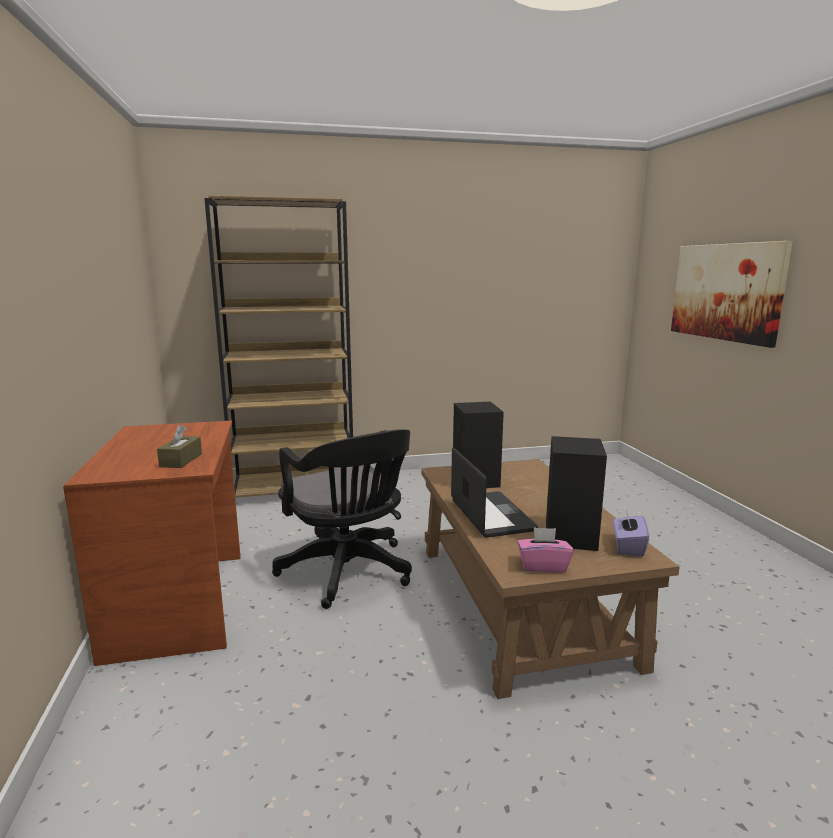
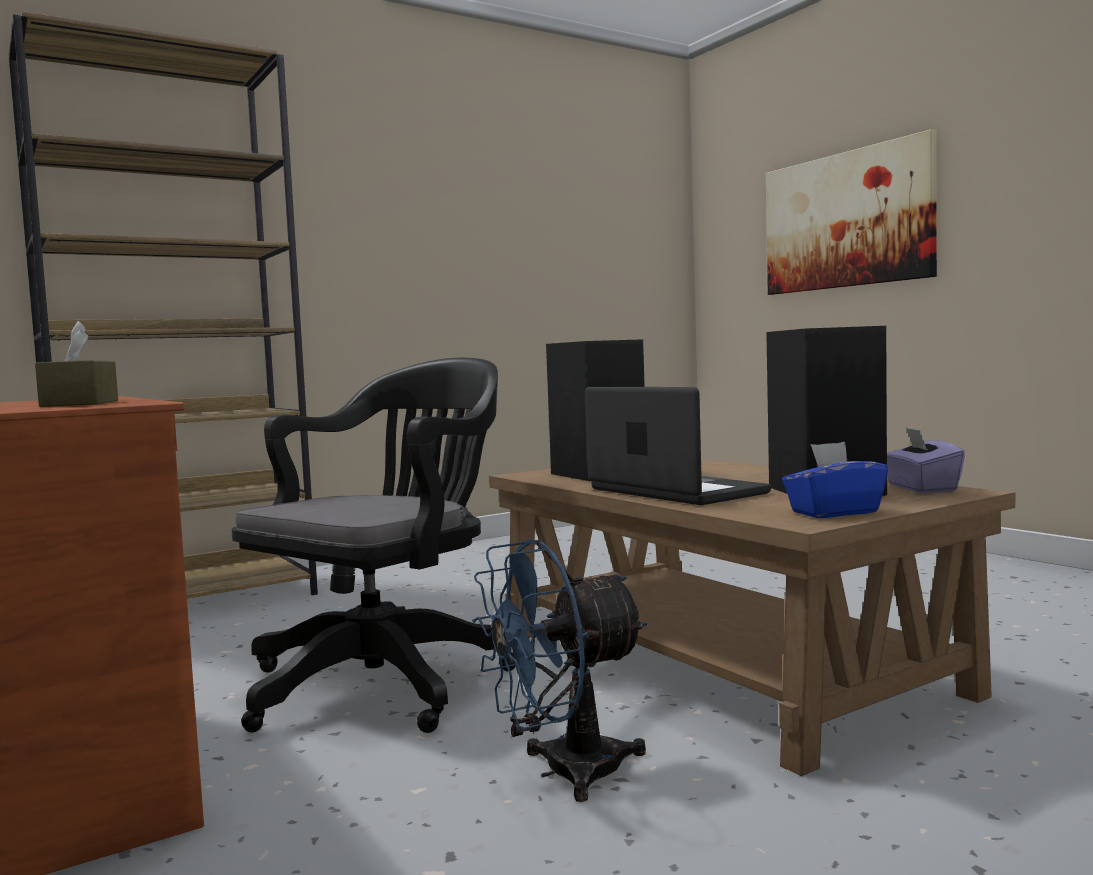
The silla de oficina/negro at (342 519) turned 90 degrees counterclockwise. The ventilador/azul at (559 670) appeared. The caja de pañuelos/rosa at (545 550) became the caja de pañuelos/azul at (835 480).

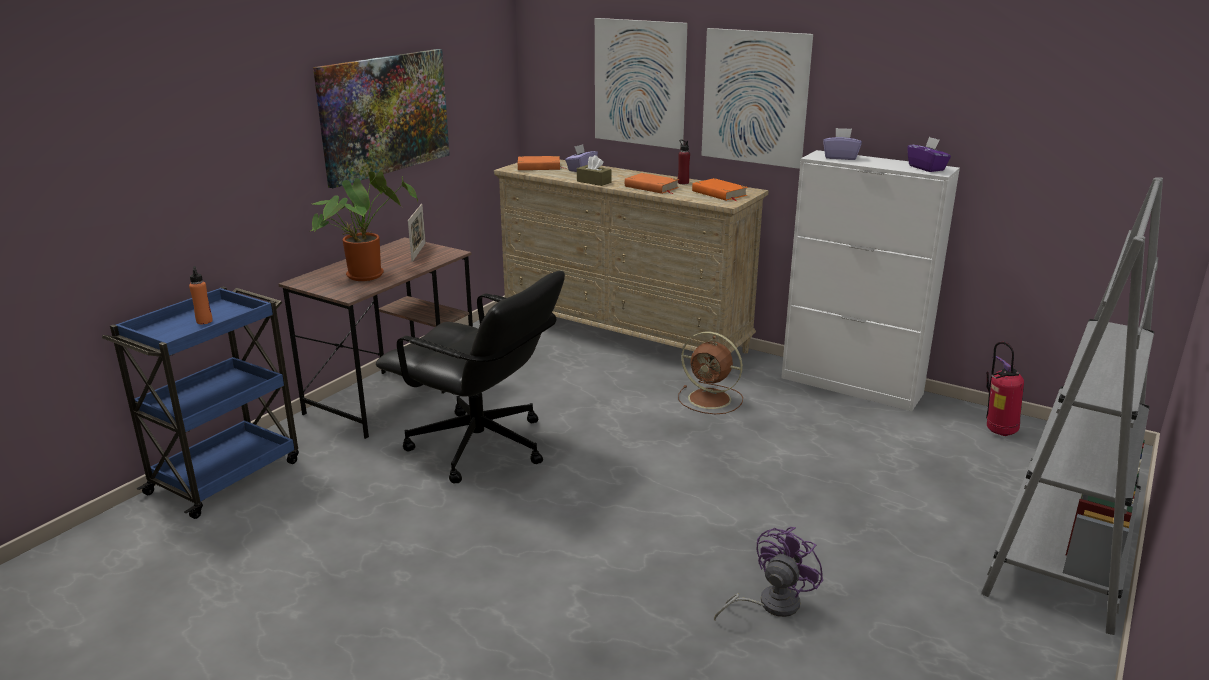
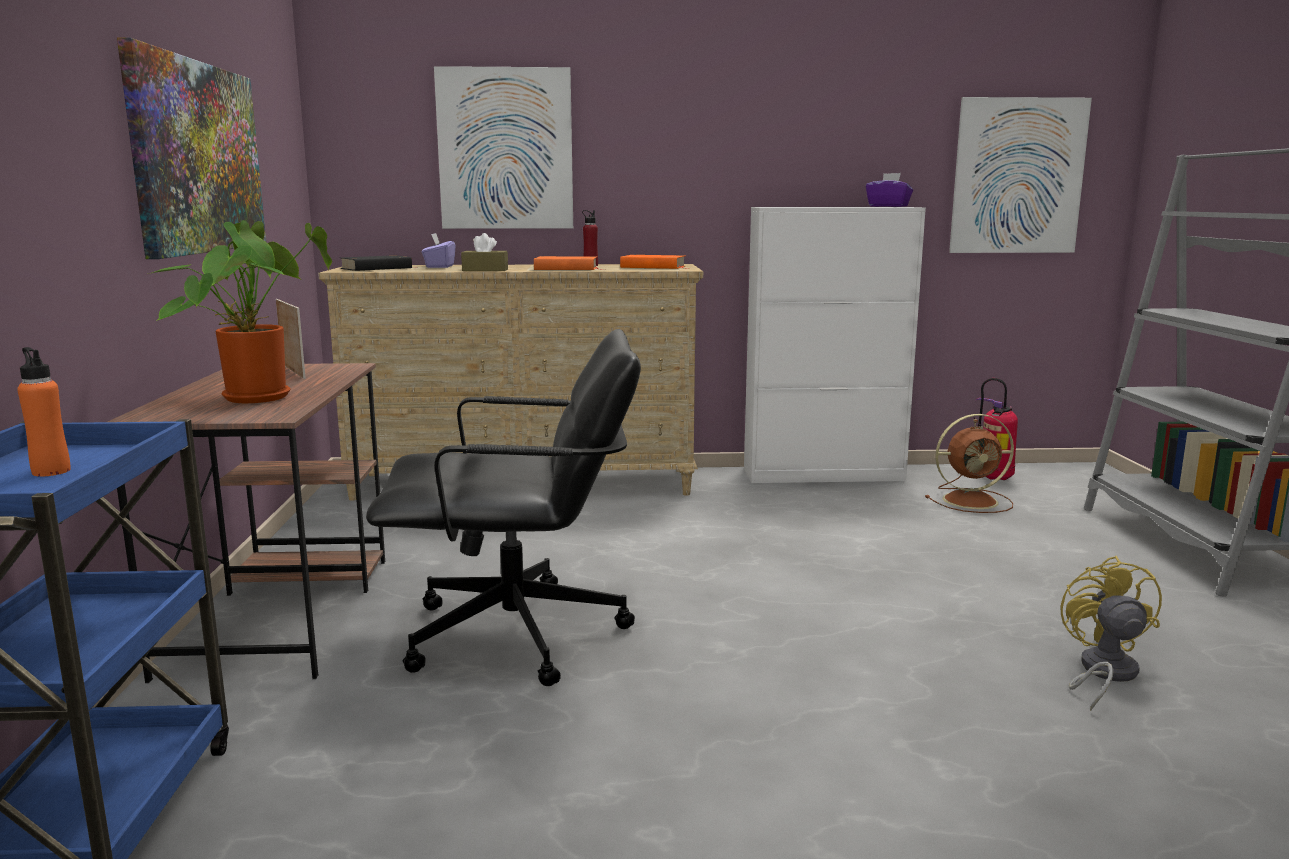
The libro/naranja at (540 163) became the libro/negro at (376 263). The ventilador/marrón moved from (710 373) to (969 463). The cuadro moved from (757 98) to (1020 175). The ventilador/morado at (768 573) became the ventilador/amarillo at (1111 633). The caja de pañuelos/morado at (842 144) disappeared.

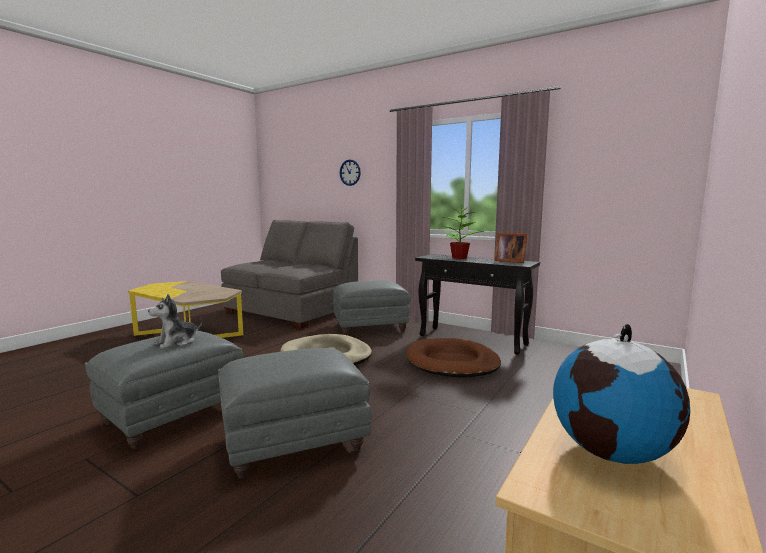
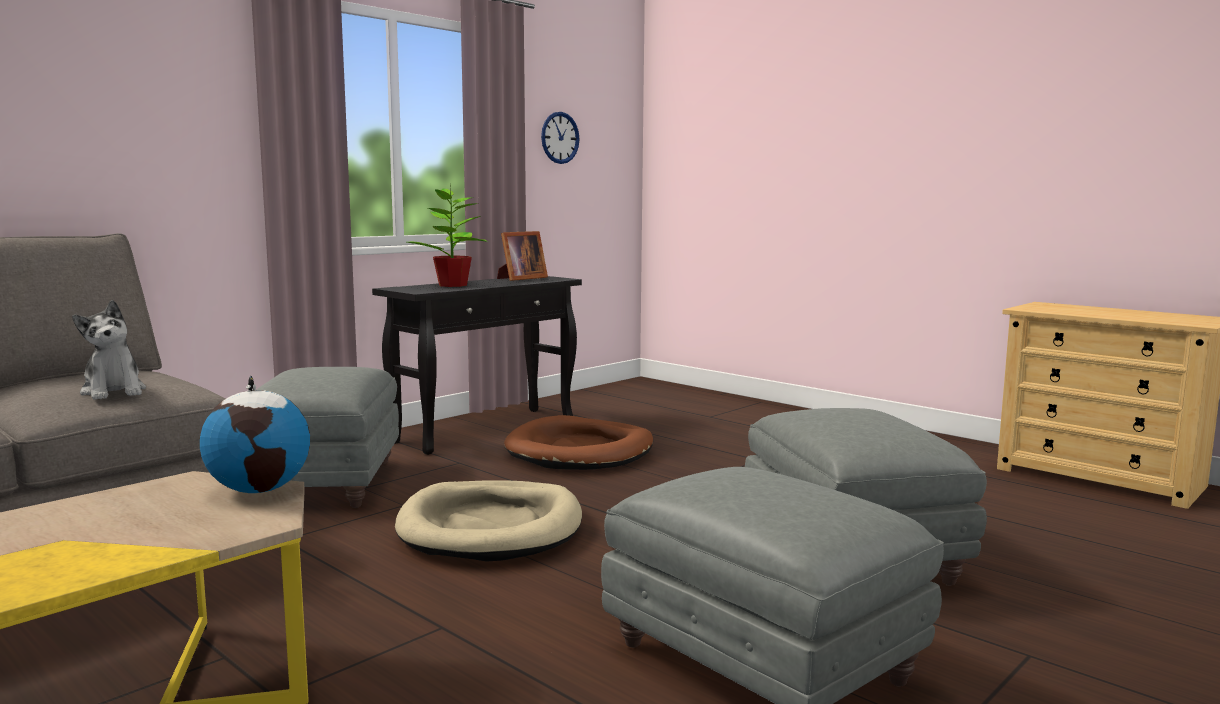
The peluche moved from (175 321) to (109 350). The globo terráqueo moved from (621 394) to (255 434). The reloj de pared moved from (350 172) to (560 138).

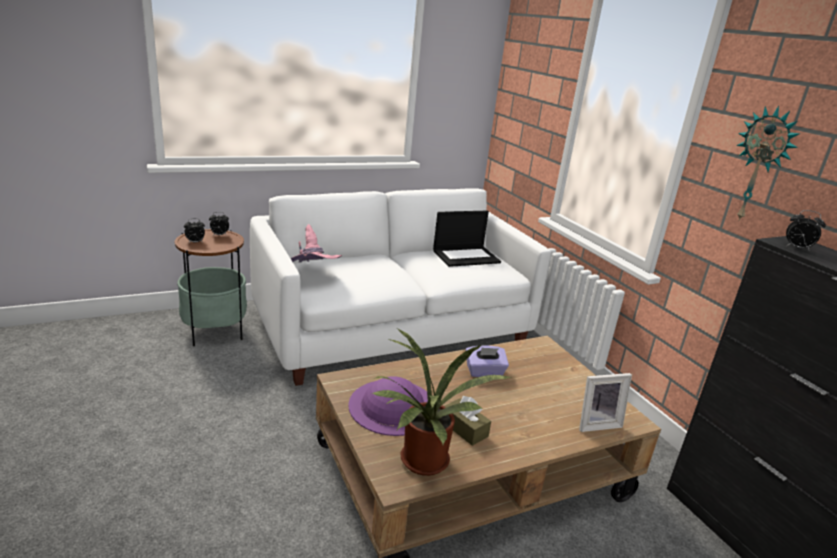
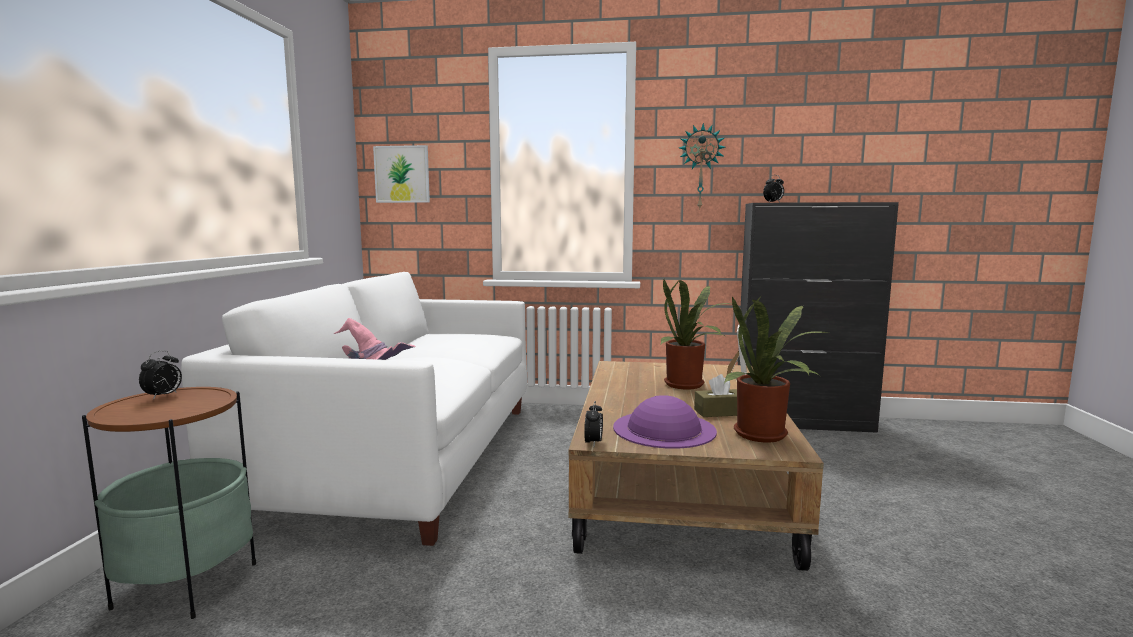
The cuadro at (401 174) appeared. The despertador moved from (194 230) to (593 423). The planta en maceta at (696 334) appeared. The portátil at (467 238) disappeared. The caja de pañuelos/morado at (487 361) disappeared.

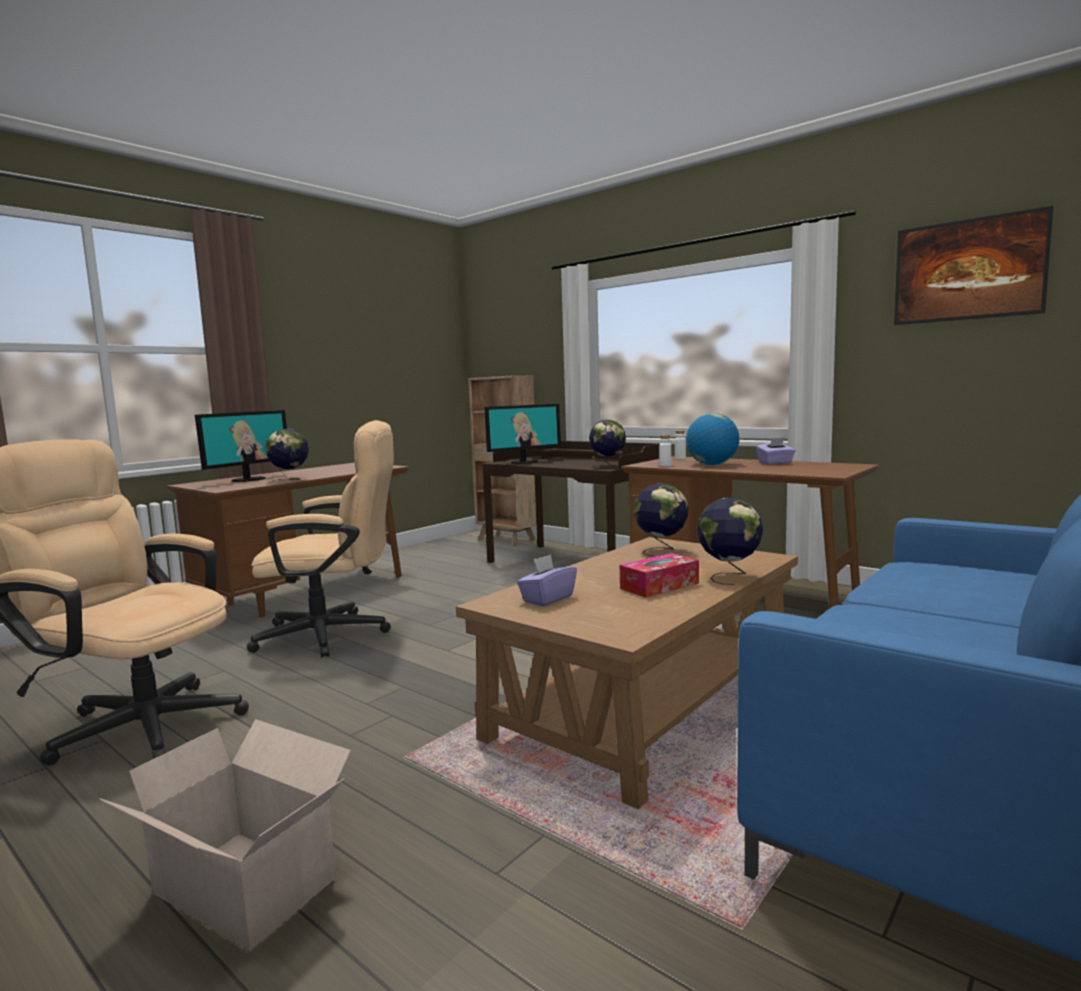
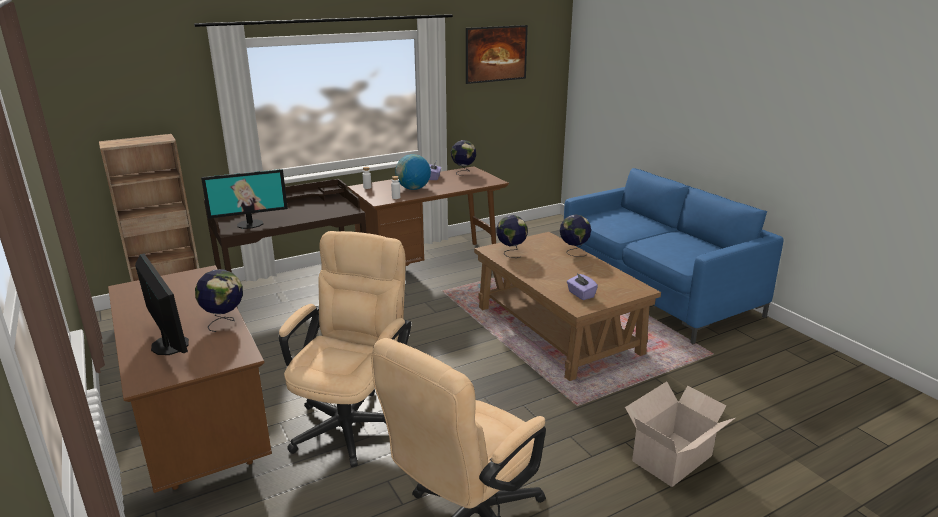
The monitor at (522 434) turned 75 degrees clockwise. The globo terráqueo moved from (607 444) to (463 158). The caja de pañuelos at (659 575) disappeared.

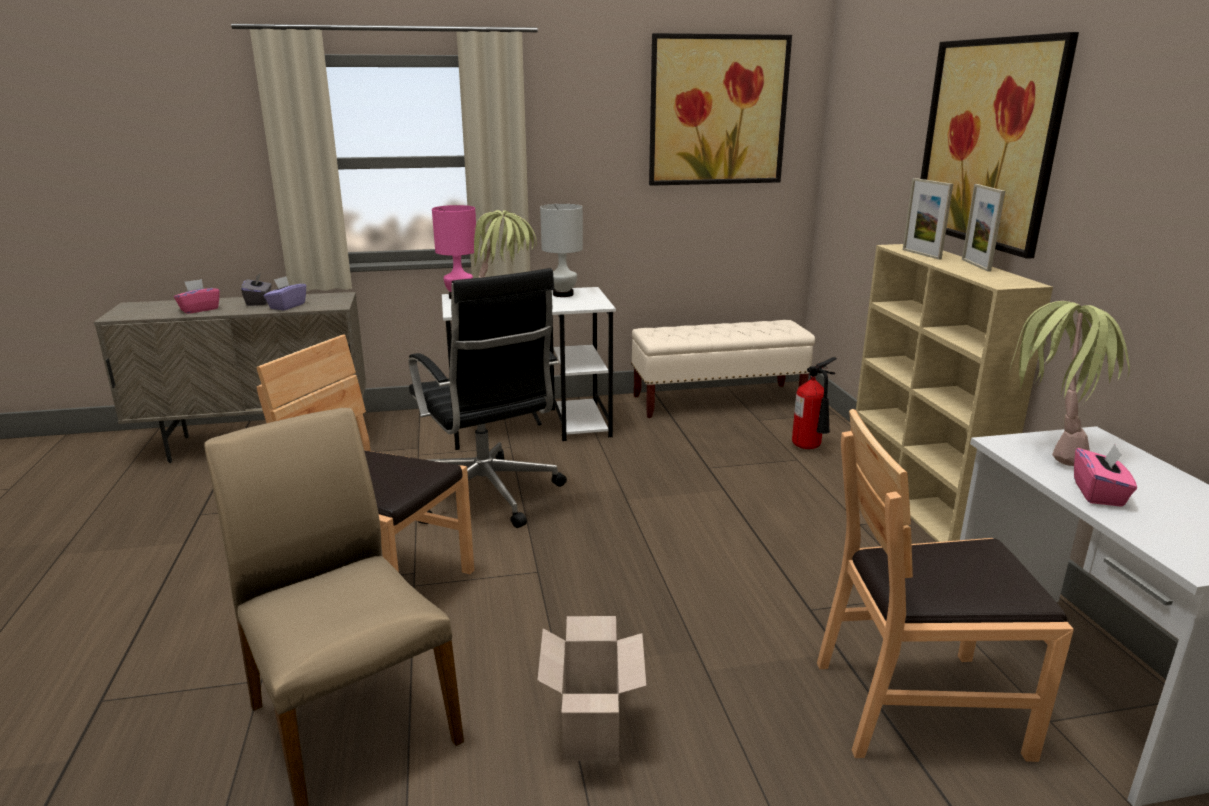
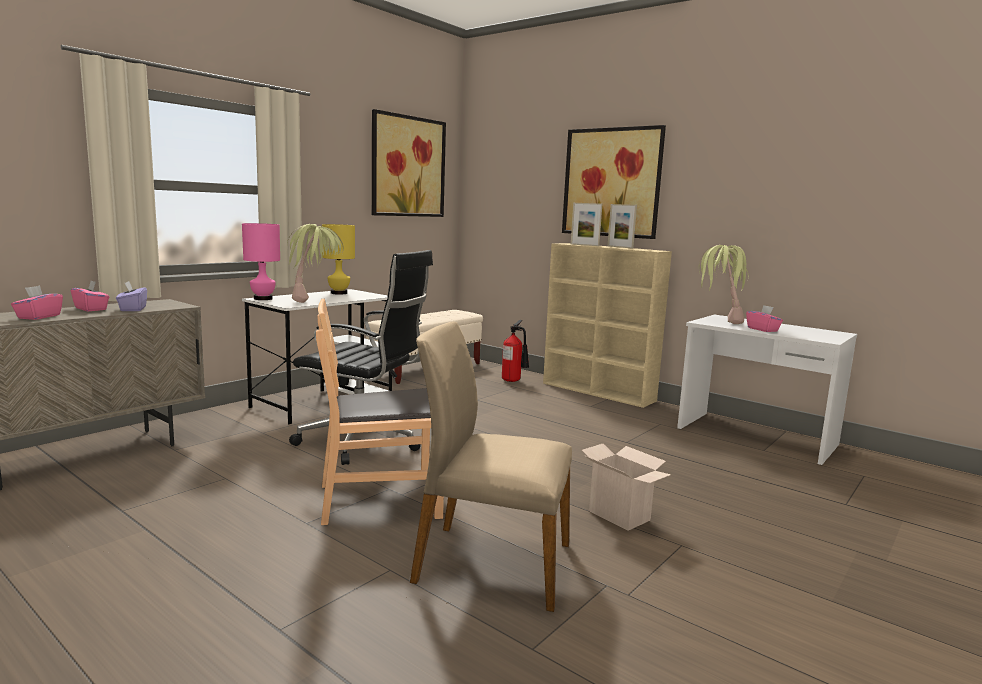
The caja de pañuelos/gris at (256 289) became the caja de pañuelos/rosa at (90 296). The lámpara de mesa/blanco at (561 250) became the lámpara de mesa/amarillo at (338 259). The silla/marrón at (945 585) disappeared.

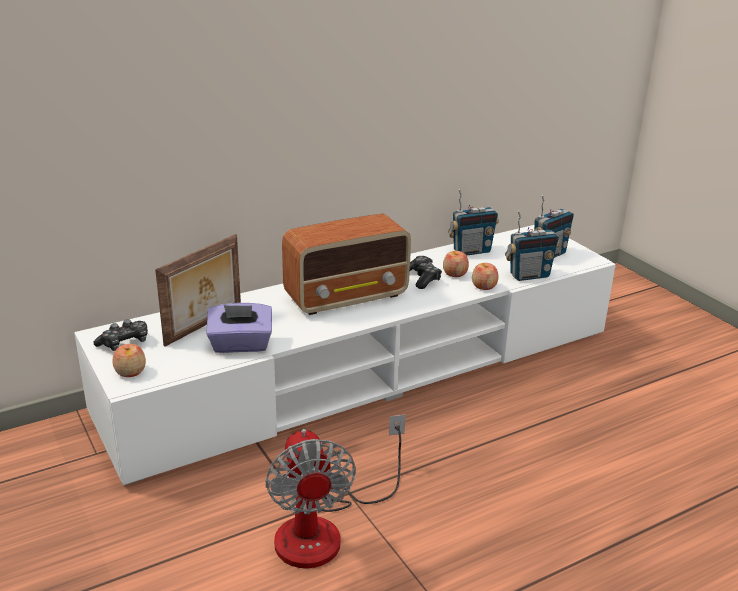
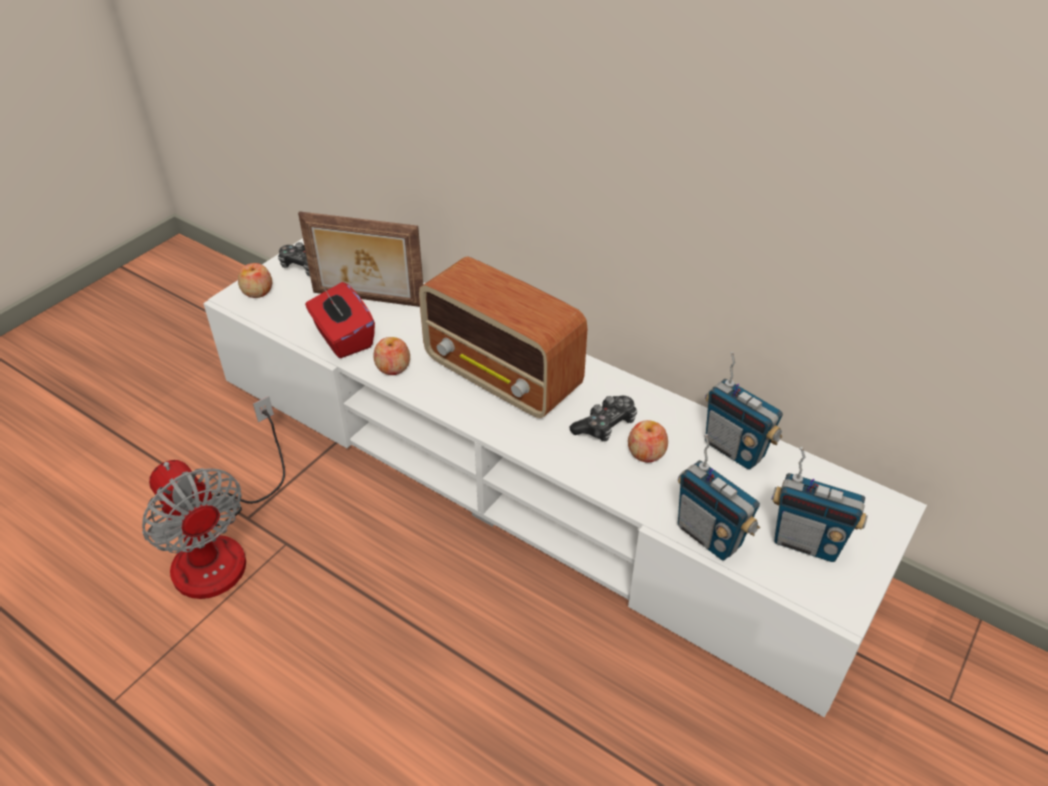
The ventilador at (335 491) turned 90 degrees counterclockwise. The caja de pañuelos/morado at (239 328) became the caja de pañuelos/rojo at (340 320). The manzana moved from (485 276) to (391 356).

